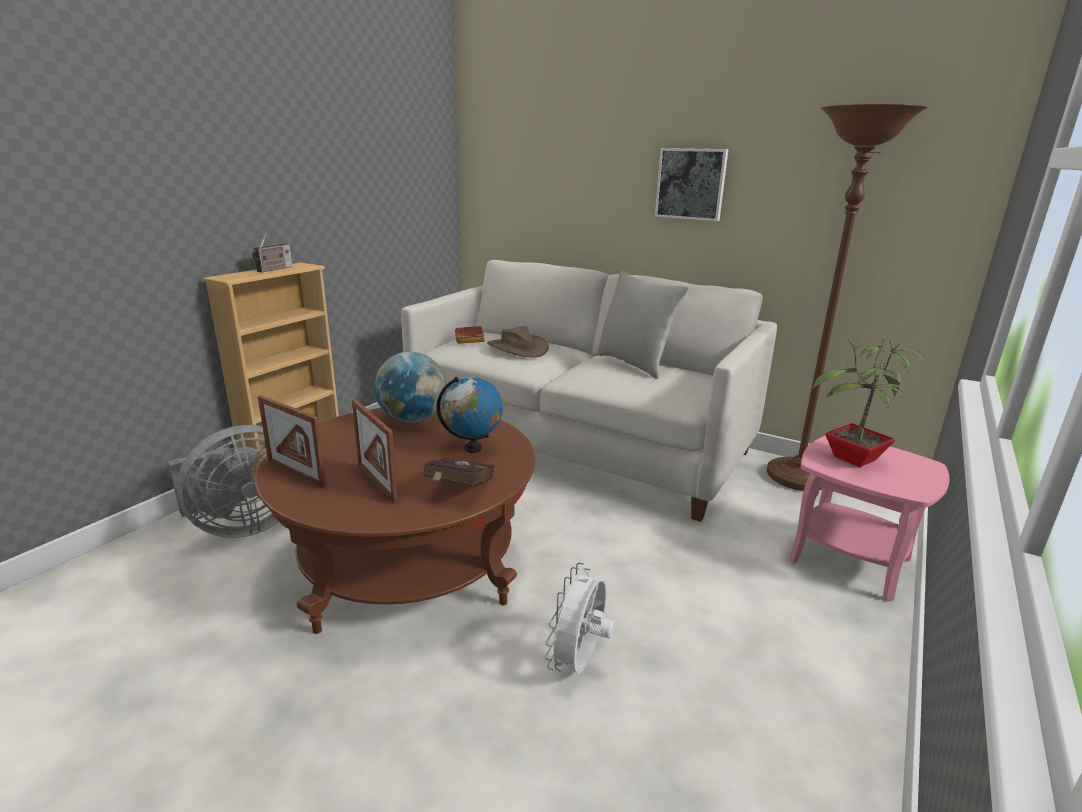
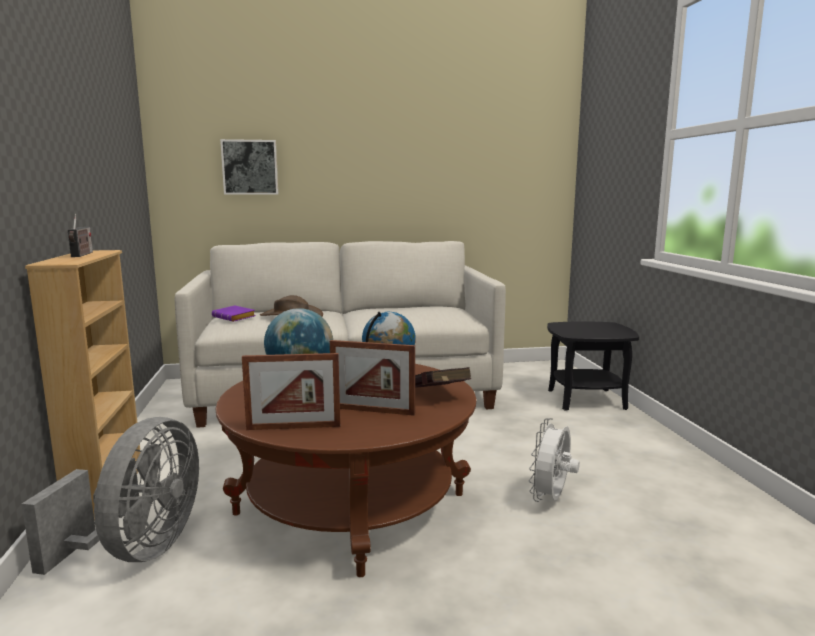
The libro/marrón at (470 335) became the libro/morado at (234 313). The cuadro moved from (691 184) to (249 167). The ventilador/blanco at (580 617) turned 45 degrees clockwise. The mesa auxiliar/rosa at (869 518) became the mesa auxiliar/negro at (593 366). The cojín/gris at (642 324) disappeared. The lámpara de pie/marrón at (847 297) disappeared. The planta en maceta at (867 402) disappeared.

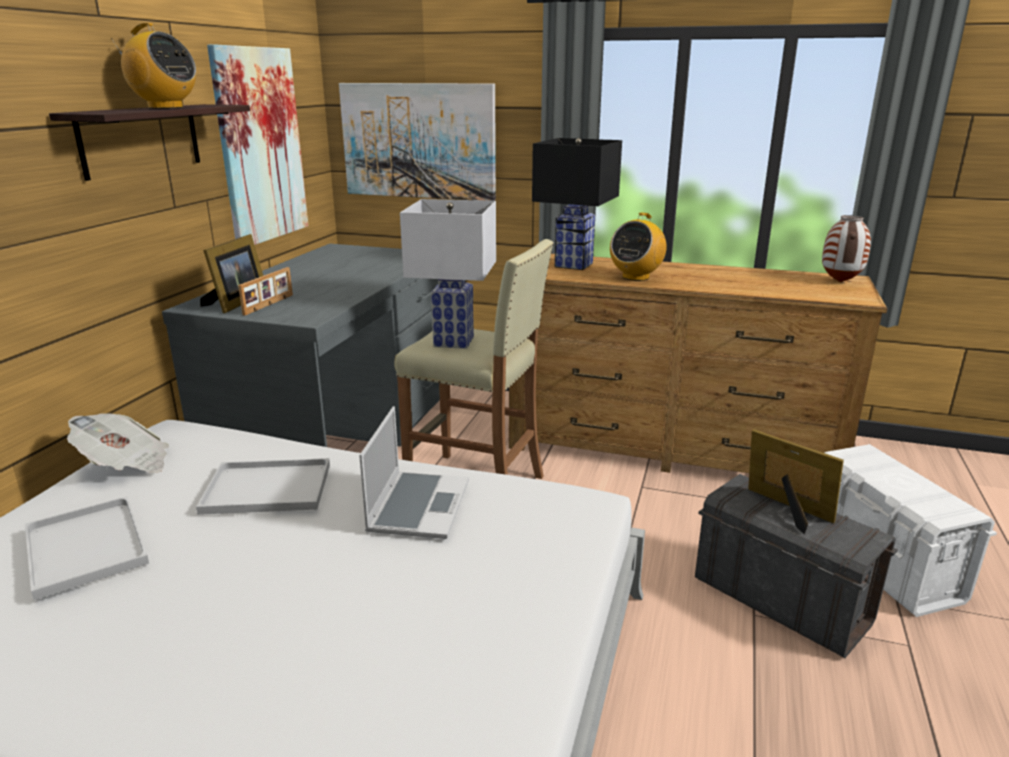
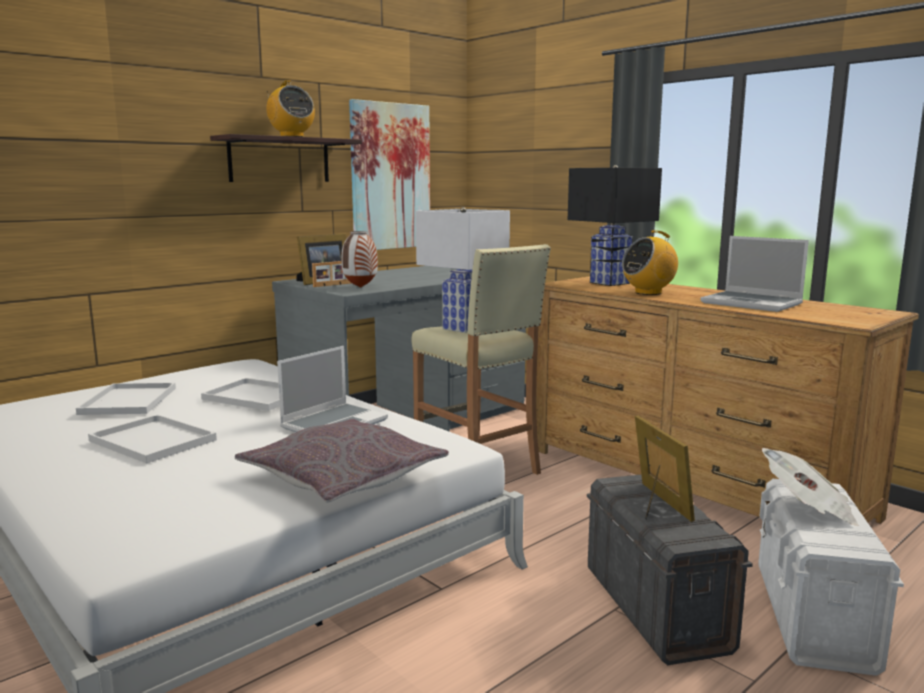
The bandeja/blanco at (152 439) appeared. The cojín/gris at (342 461) appeared. The florero moved from (846 248) to (359 259). The portátil at (755 274) appeared. The periódico moved from (118 443) to (810 487). The cuadro at (417 142) disappeared.

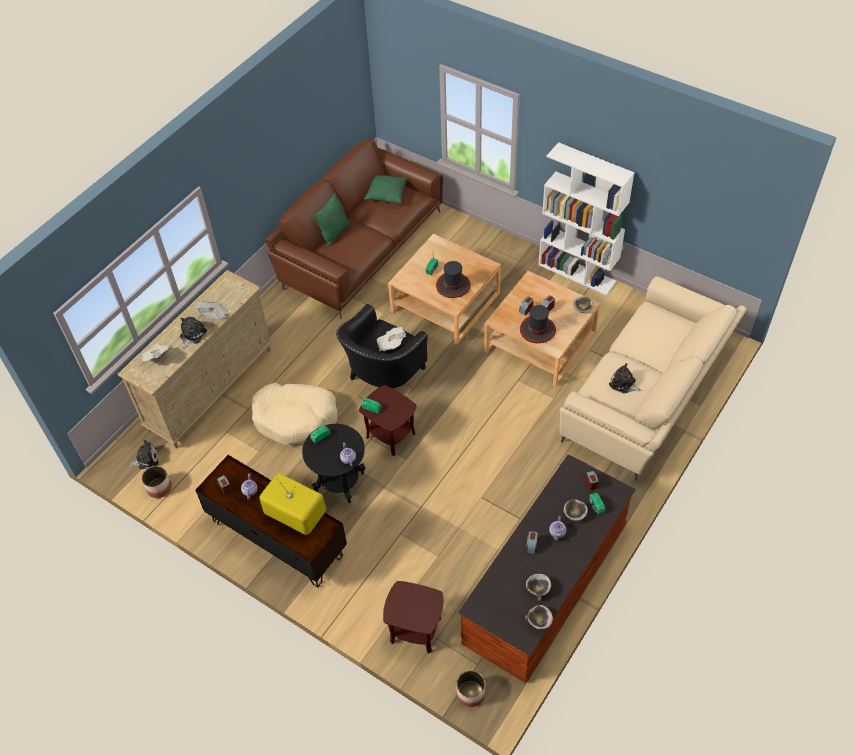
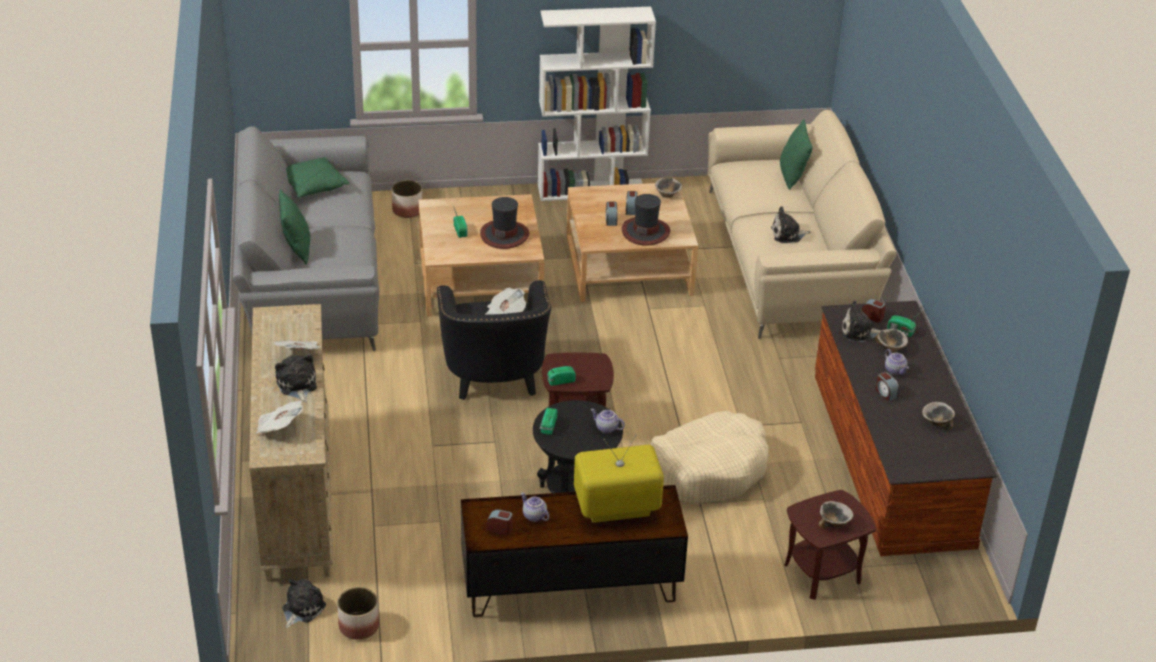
The sofá/marrón at (354 229) became the sofá/gris at (306 238). The maceta moved from (470 688) to (407 199). The cama para perro/beis moved from (295 413) to (709 457). The cojín/verde at (796 154) appeared. The cuenco moved from (539 617) to (836 515). The peluche at (862 321) appeared.

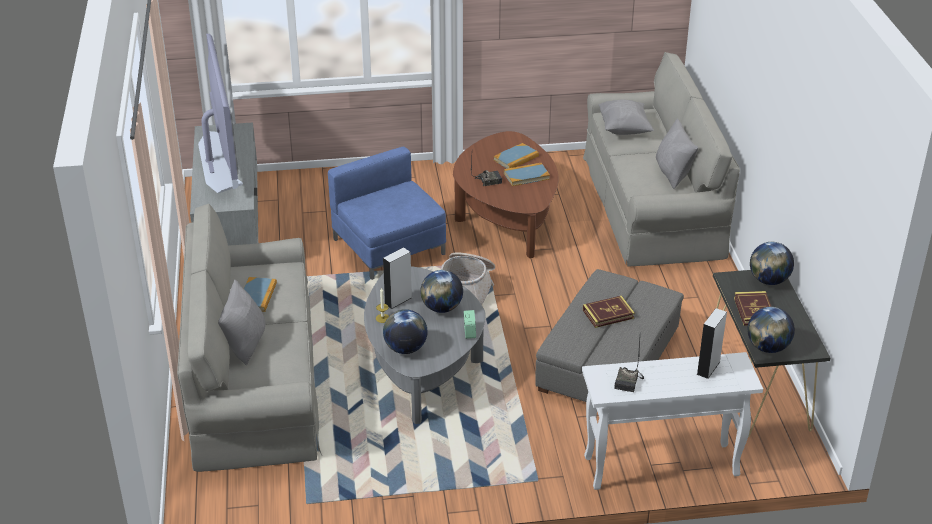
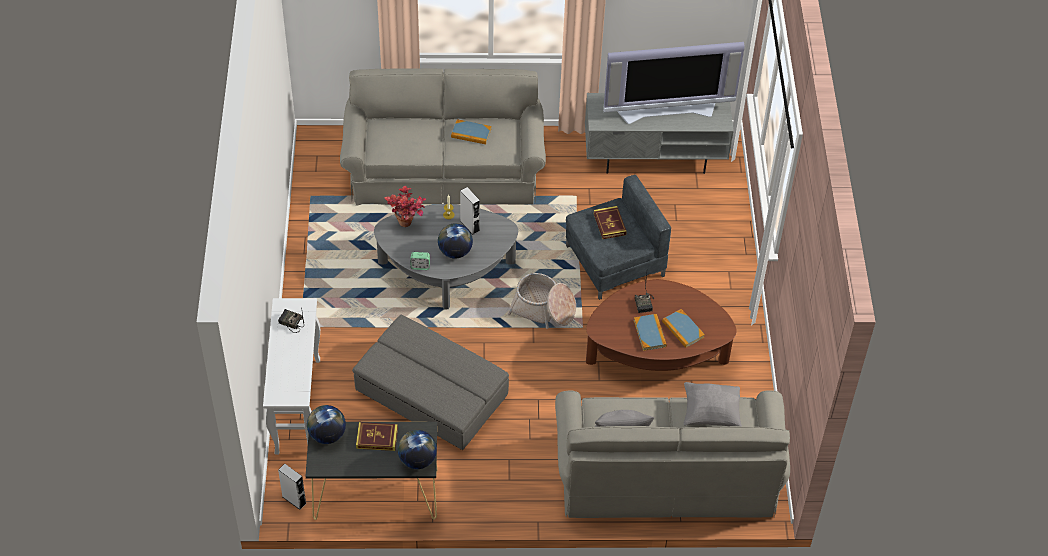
The altavoz/gris moved from (712 343) to (292 487). The globo terráqueo at (405 331) was replaced by the planta en maceta at (405 206). The sillón/azul at (387 213) became the sillón/gris at (618 237). The libro moved from (609 312) to (610 222). The cojín/gris at (241 322) disappeared.

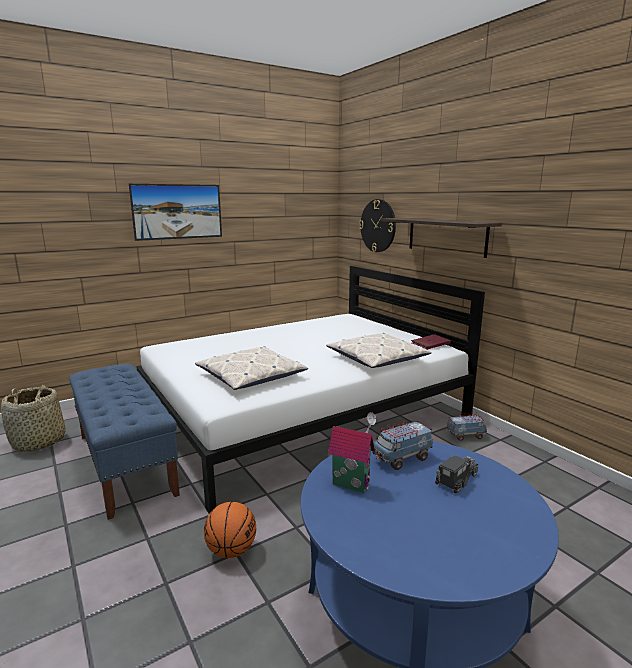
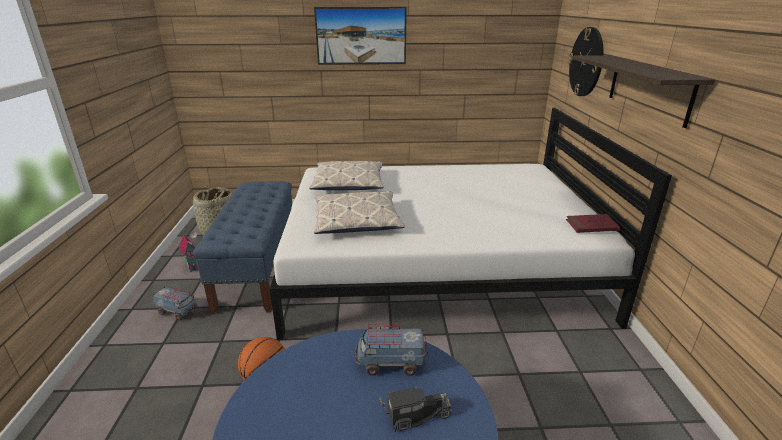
The camión de juguete moved from (467 427) to (175 303). The casita moved from (352 452) to (188 251). The cojín moved from (378 350) to (346 175).

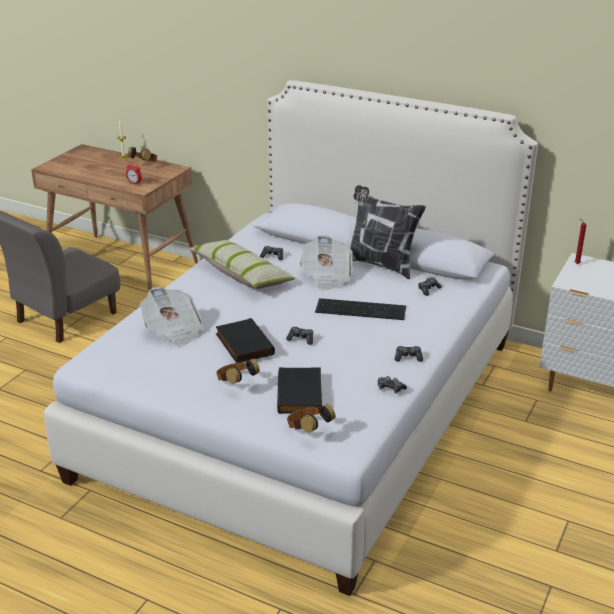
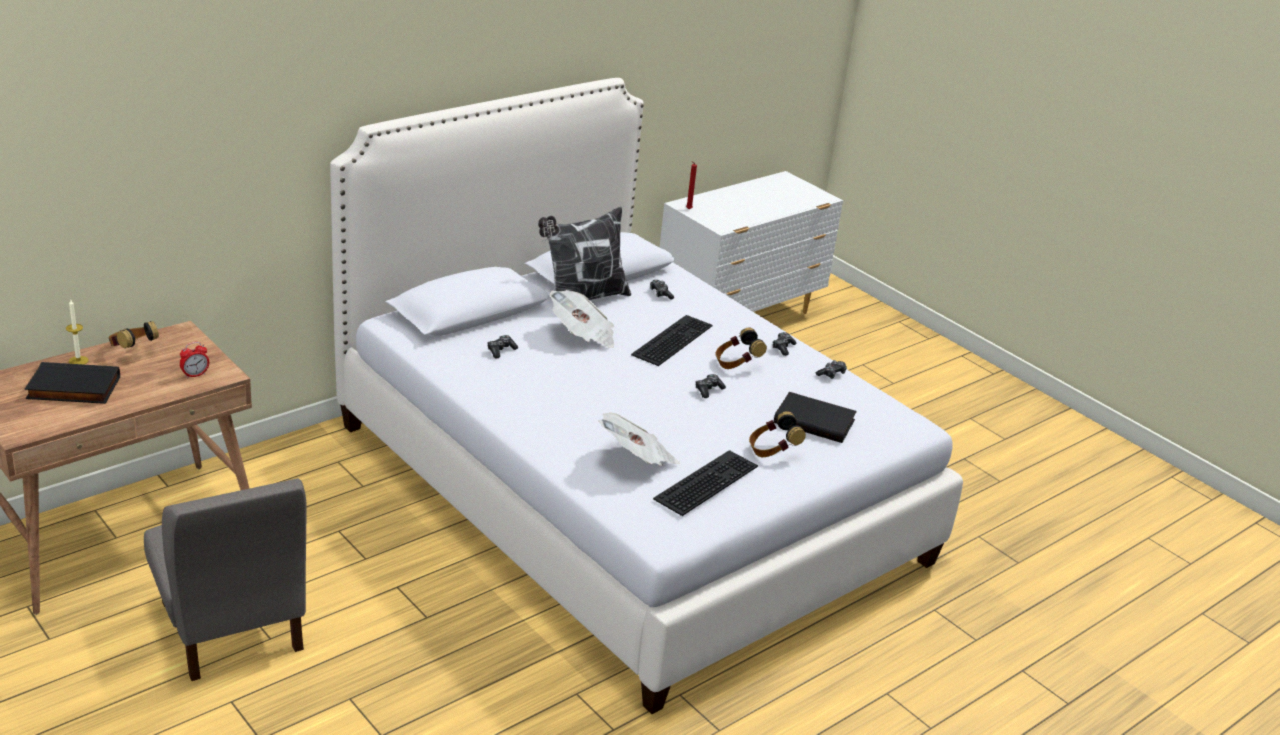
The libro/negro moved from (245 340) to (72 383). The teclado at (705 483) appeared. The auriculares moved from (311 418) to (741 348). The cojín at (242 264) disappeared.

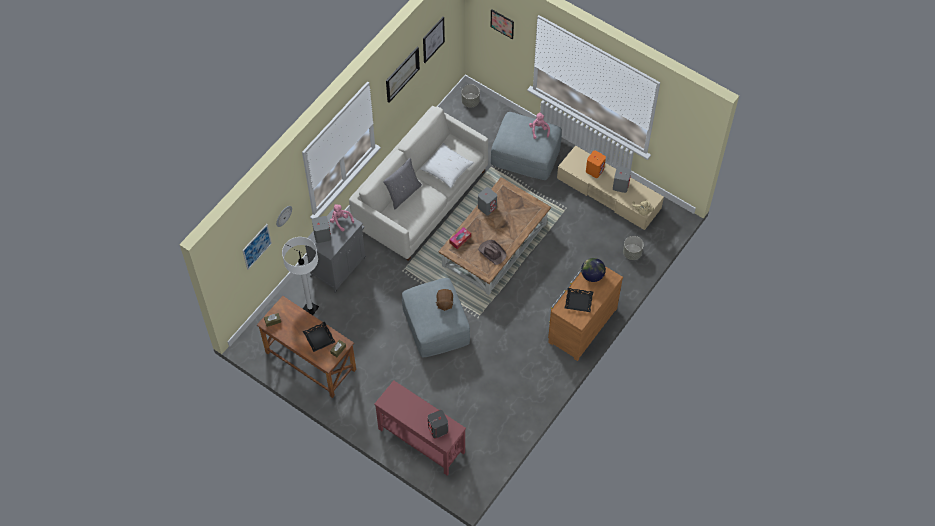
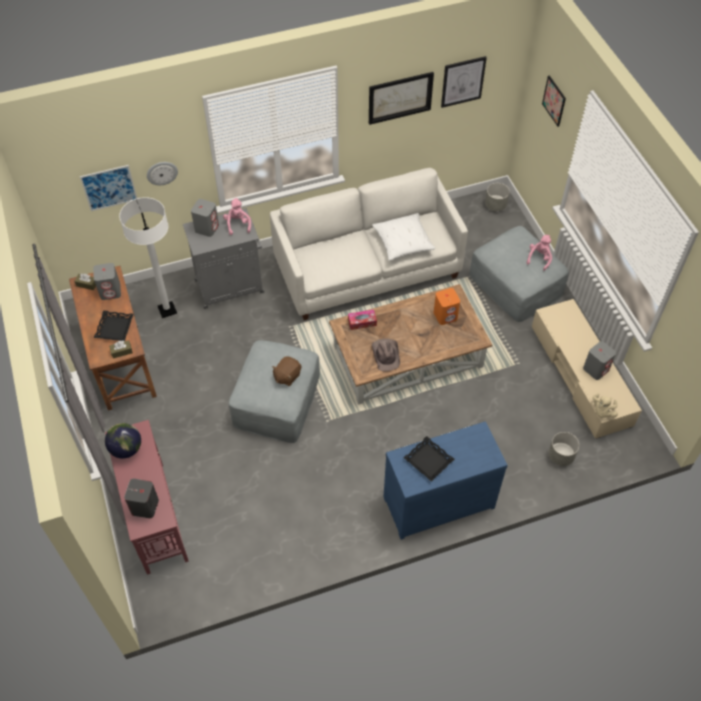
The altavoz/gris moved from (487 201) to (107 281). The globo terráqueo moved from (593 270) to (123 440). The cómoda/marrón at (585 313) became the cómoda/azul at (446 480). The altavoz/naranja moved from (596 164) to (447 306). The cojín/gris at (402 183) disappeared.

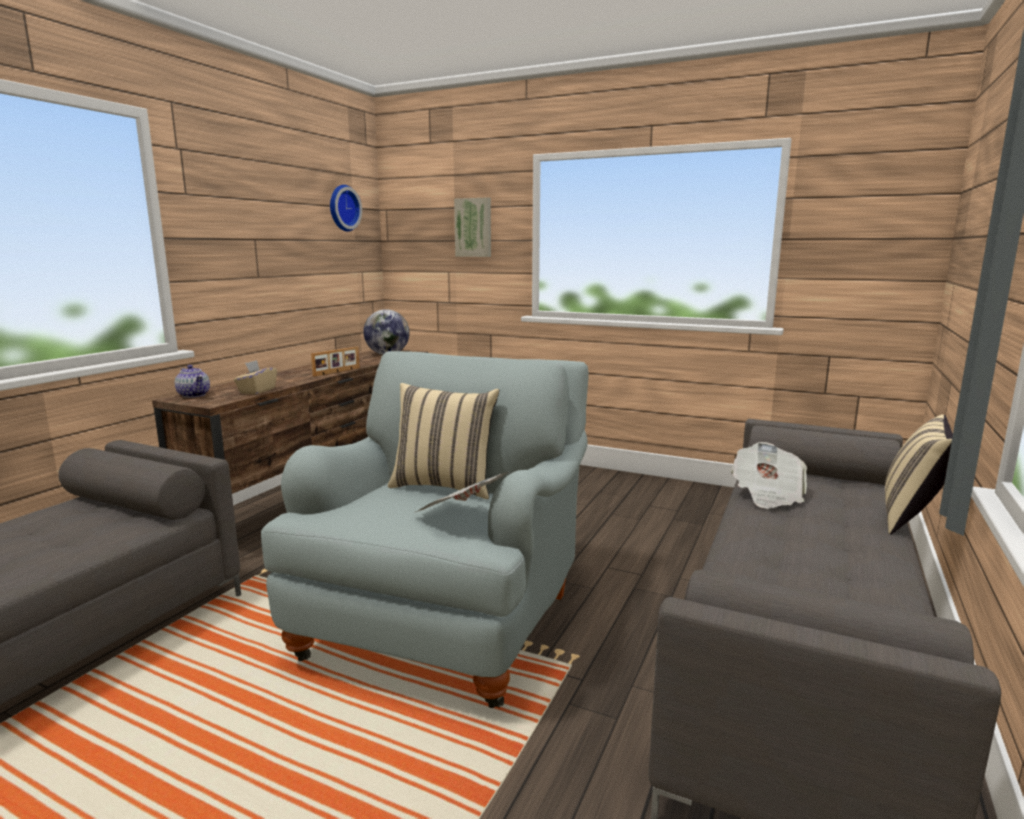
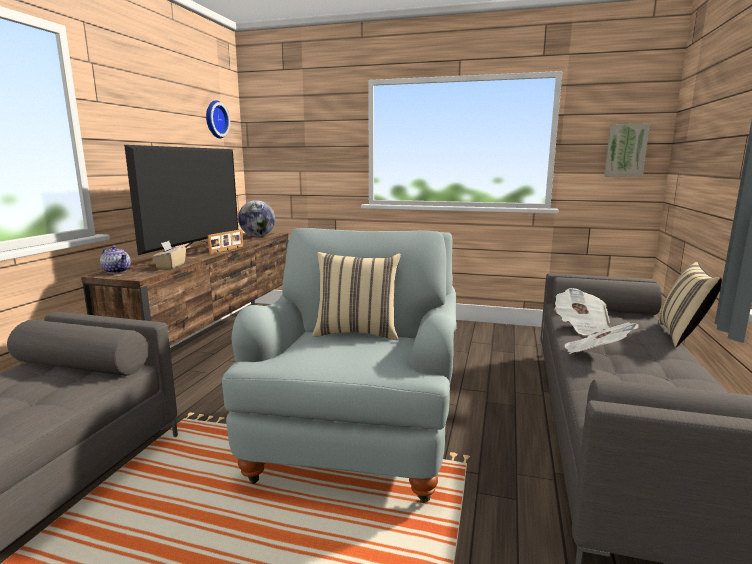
The televisor at (181 200) appeared. The periódico moved from (461 492) to (602 338). The cuadro moved from (472 227) to (627 150).

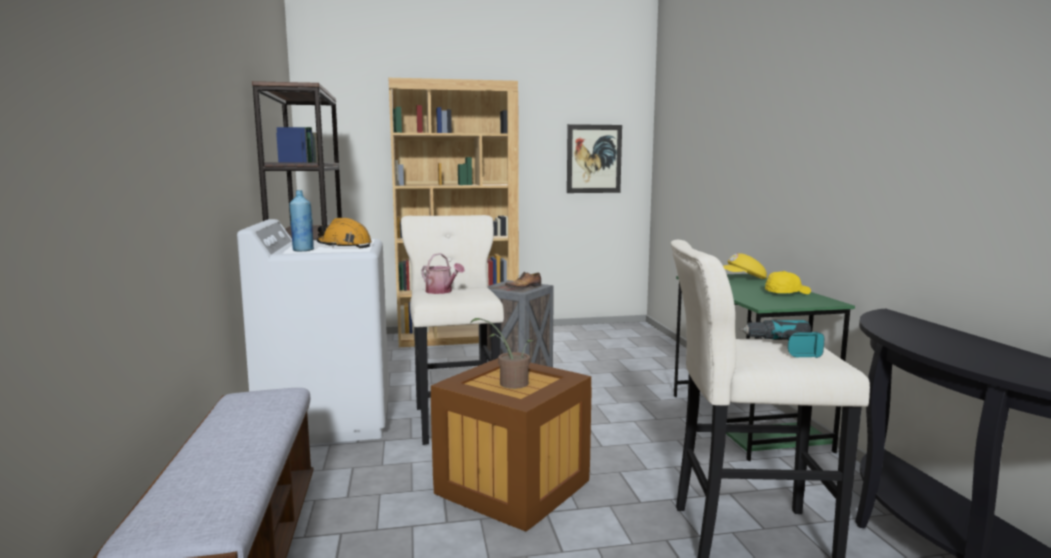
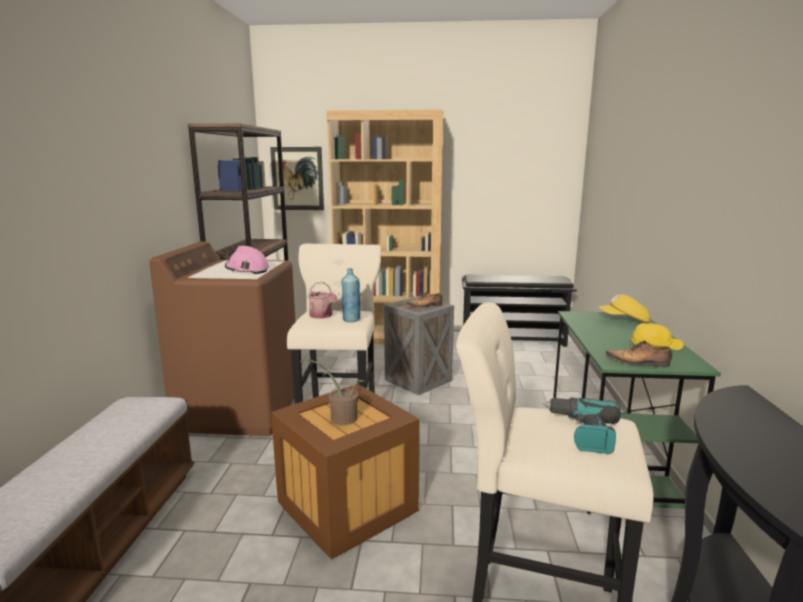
The lavadora/blanco at (313 331) became the lavadora/marrón at (222 338). The casco/naranja at (344 233) became the casco/rosa at (247 260). The cuadro moved from (594 158) to (297 178). The botella/azul moved from (301 221) to (351 295). The zapatero/negro at (519 310) appeared. The zapato at (638 353) appeared.

